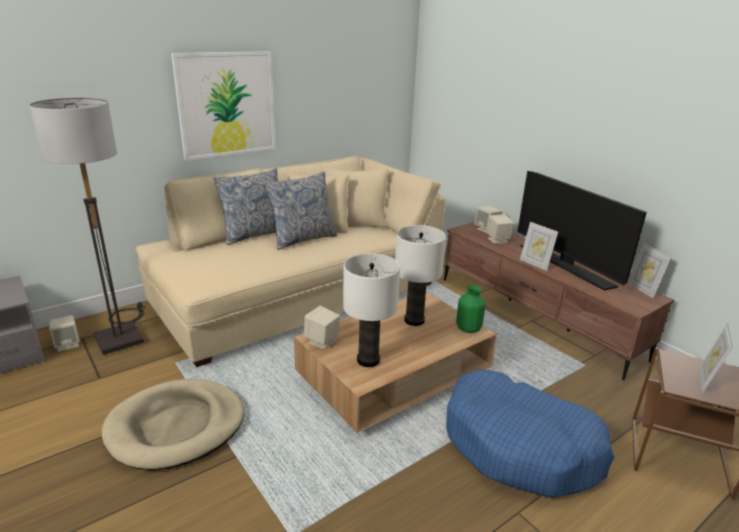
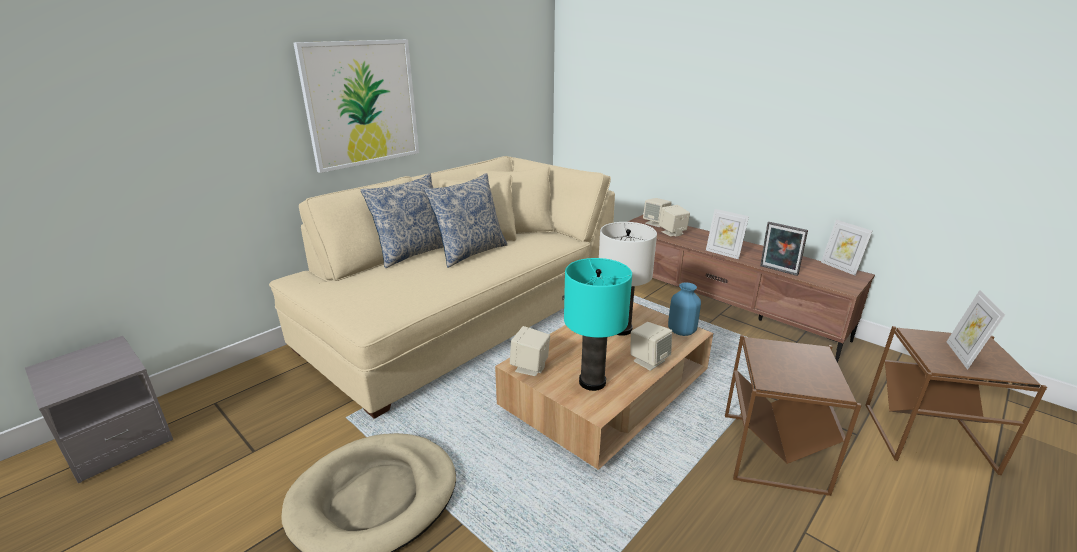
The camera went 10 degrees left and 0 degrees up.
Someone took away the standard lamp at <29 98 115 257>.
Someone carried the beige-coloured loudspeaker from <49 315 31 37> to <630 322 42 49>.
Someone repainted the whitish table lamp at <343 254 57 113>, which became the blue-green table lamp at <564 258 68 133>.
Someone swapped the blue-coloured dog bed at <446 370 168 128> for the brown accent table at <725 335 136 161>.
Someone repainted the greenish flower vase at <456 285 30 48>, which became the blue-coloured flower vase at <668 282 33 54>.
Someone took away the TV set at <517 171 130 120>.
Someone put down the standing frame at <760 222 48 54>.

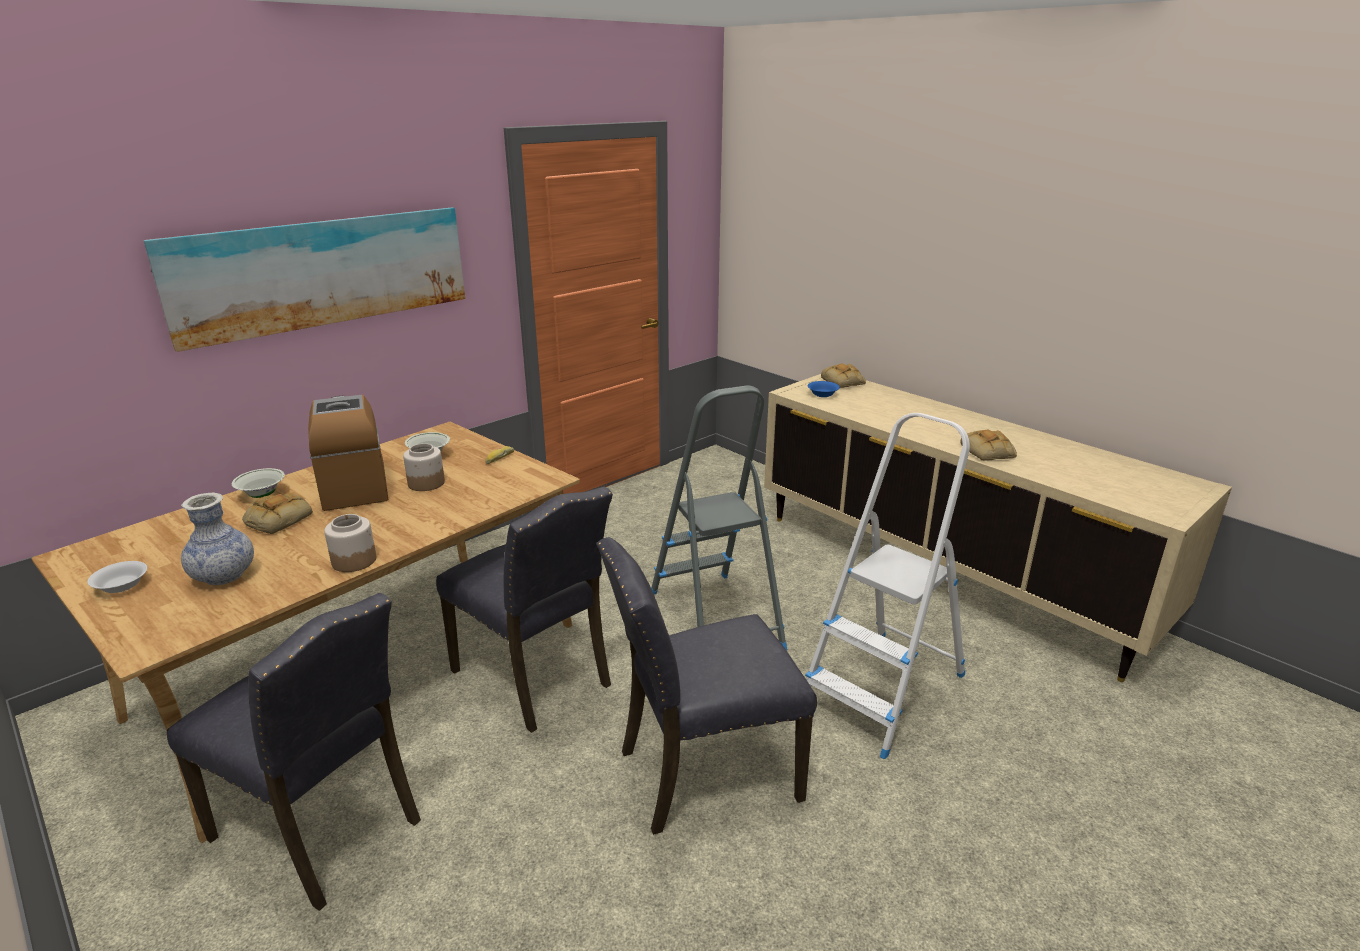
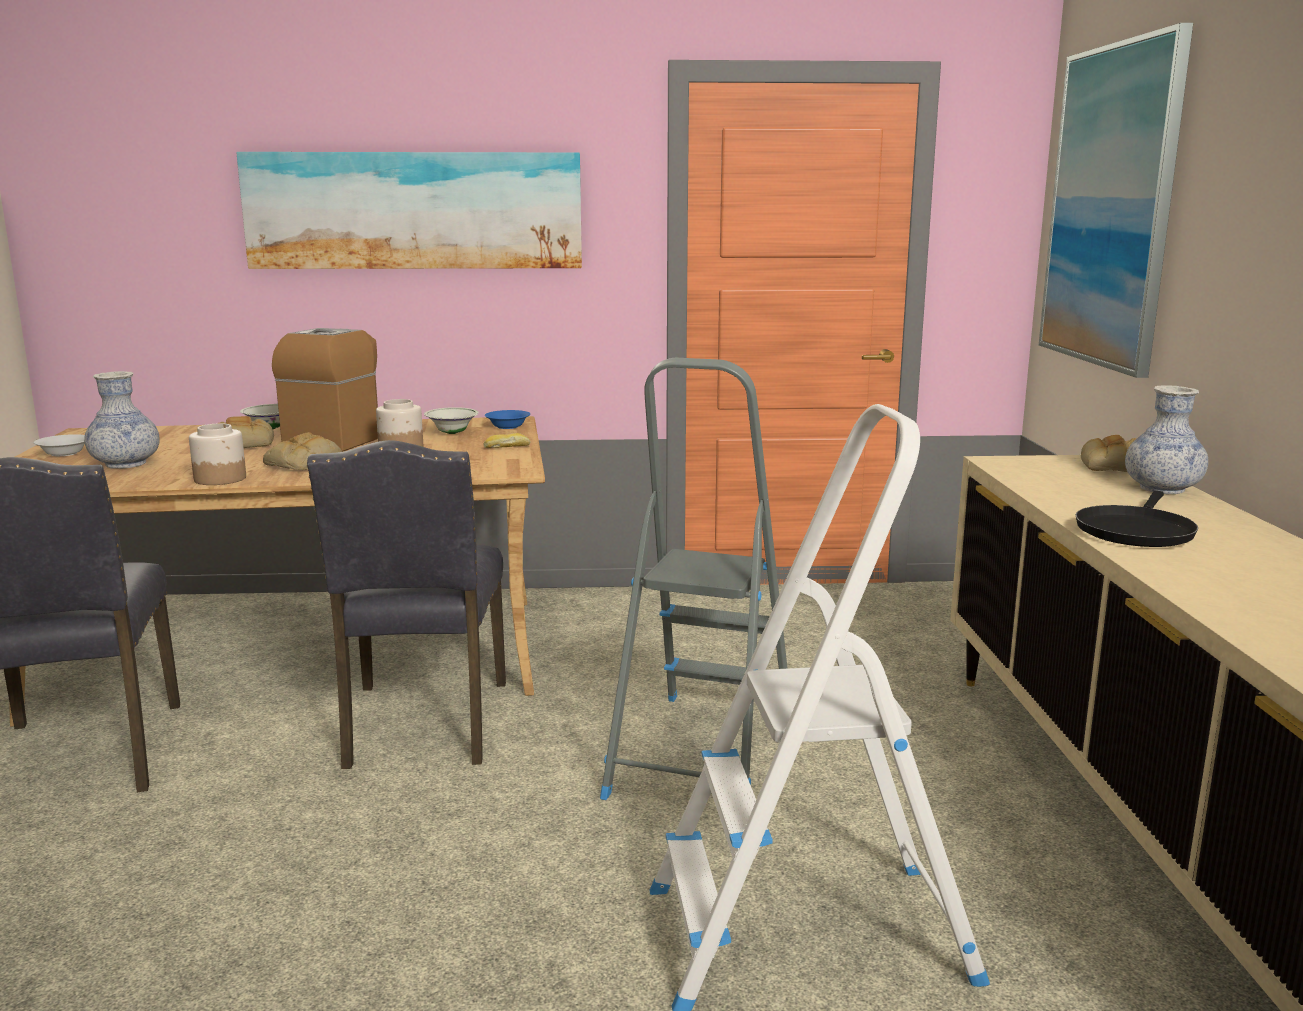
The camera went 40 degrees right and 10 degrees down.
Someone took away the greyish chair at <596 537 221 298>.
Someone carried the blue-coloured deep dish from <807 381 33 16> to <485 410 45 19>.
Someone carried the bread from <960 430 57 31> to <263 432 79 38>.
Someone put up the picture at <1039 23 154 355>.
Someone put down the blackish skillet at <1075 491 123 56>.
Someone put down the flower vase at <1125 385 83 109>.

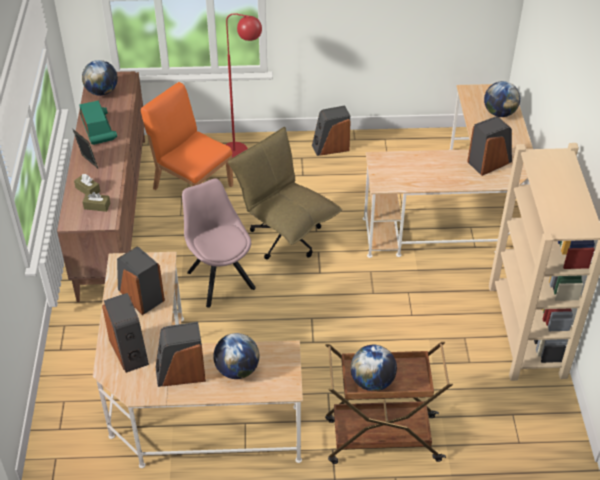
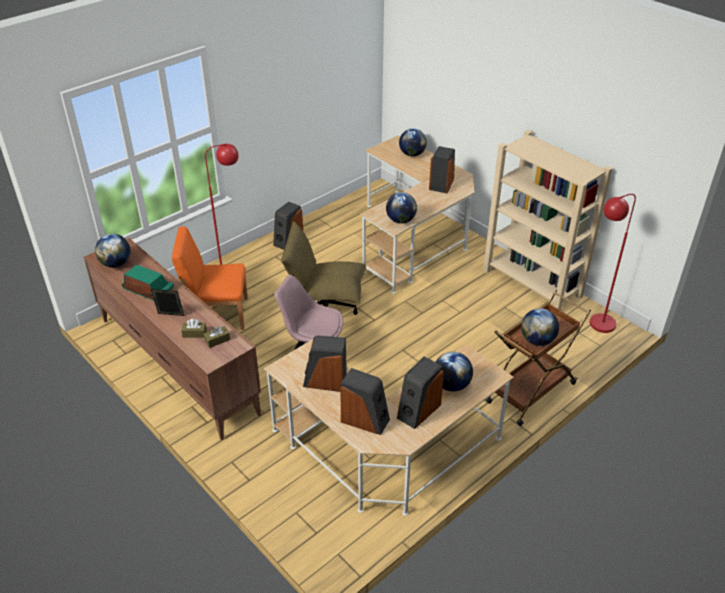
The camera went 40 degrees left and 5 degrees down.
Someone put down the world globe at <386 192 31 32>.
Someone put down the reddish standard lamp at <590 194 46 139>.

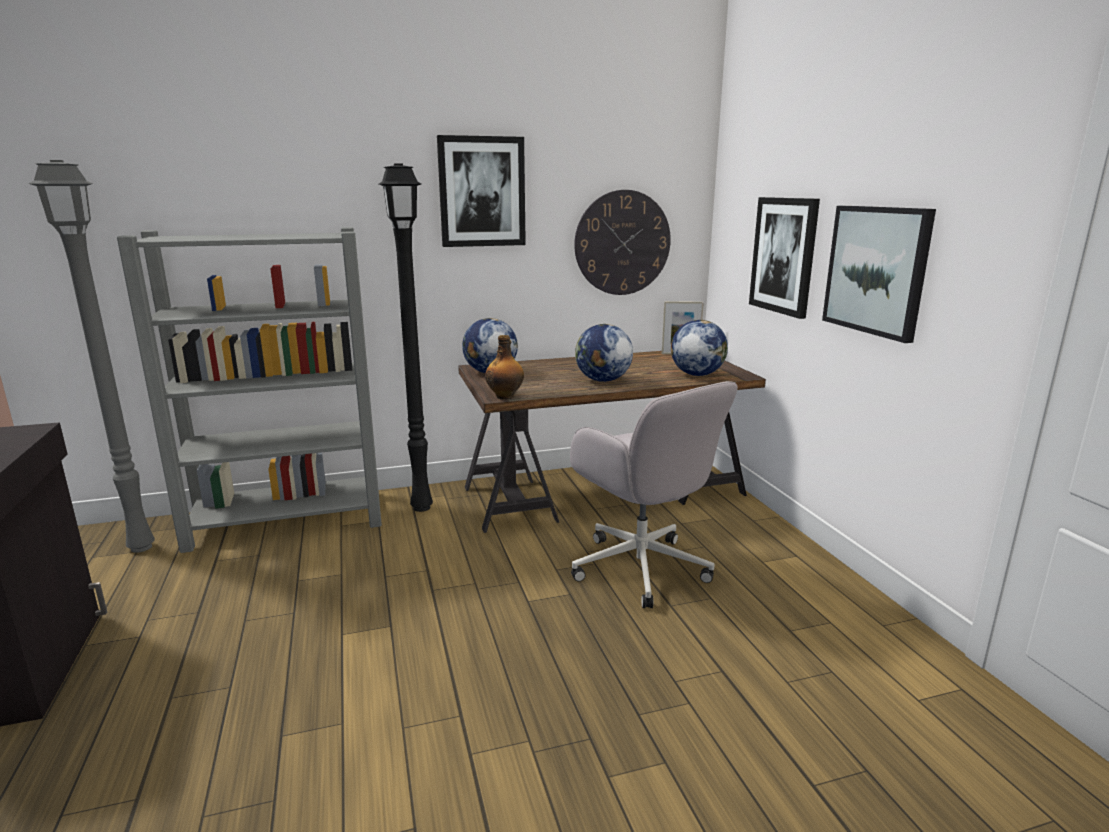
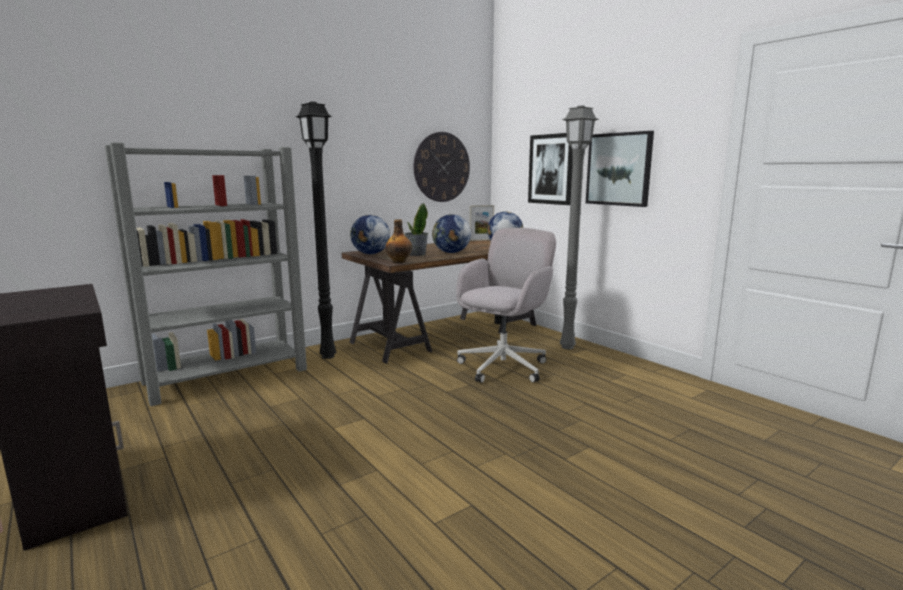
The camera went 20 degrees left and 5 degrees down.
Someone carried the greyish standard lamp from <28 160 127 393> to <560 105 39 244>.
Someone took away the picture at <437 135 89 112>.
Someone rotated the greyish computer chair at <570 381 168 227> by 90 degrees counterclockwise.
Someone put down the potted plant at <405 203 23 53>.

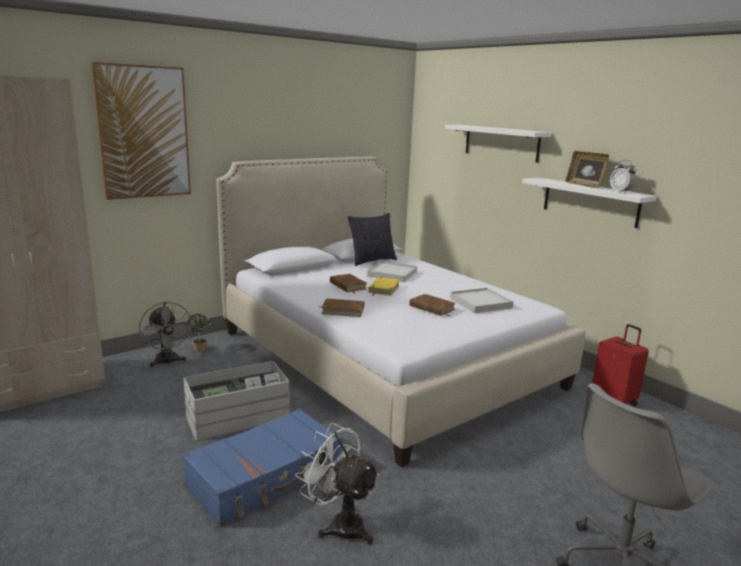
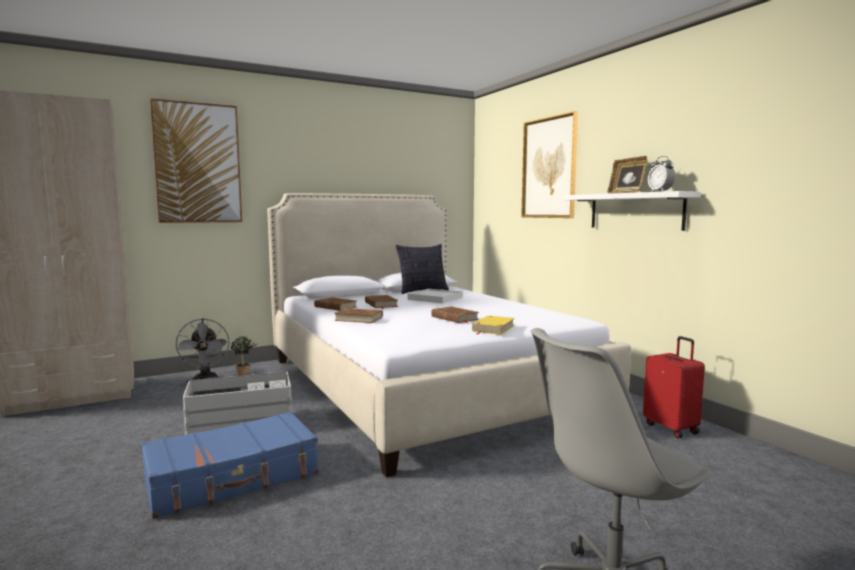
The camera went 10 degrees right and 10 degrees down.
Someone took away the whitish fan at <295 423 85 122>.
Someone carried the yellow-coloured bound book from <368 277 32 19> to <472 316 43 19>.
Someone swapped the whitish shelf at <445 125 107 38> for the picture at <521 111 57 107>.
Someone took away the whitish carrying tray at <450 288 64 25>.
Someone put down the brown bound book at <314 297 43 14>.

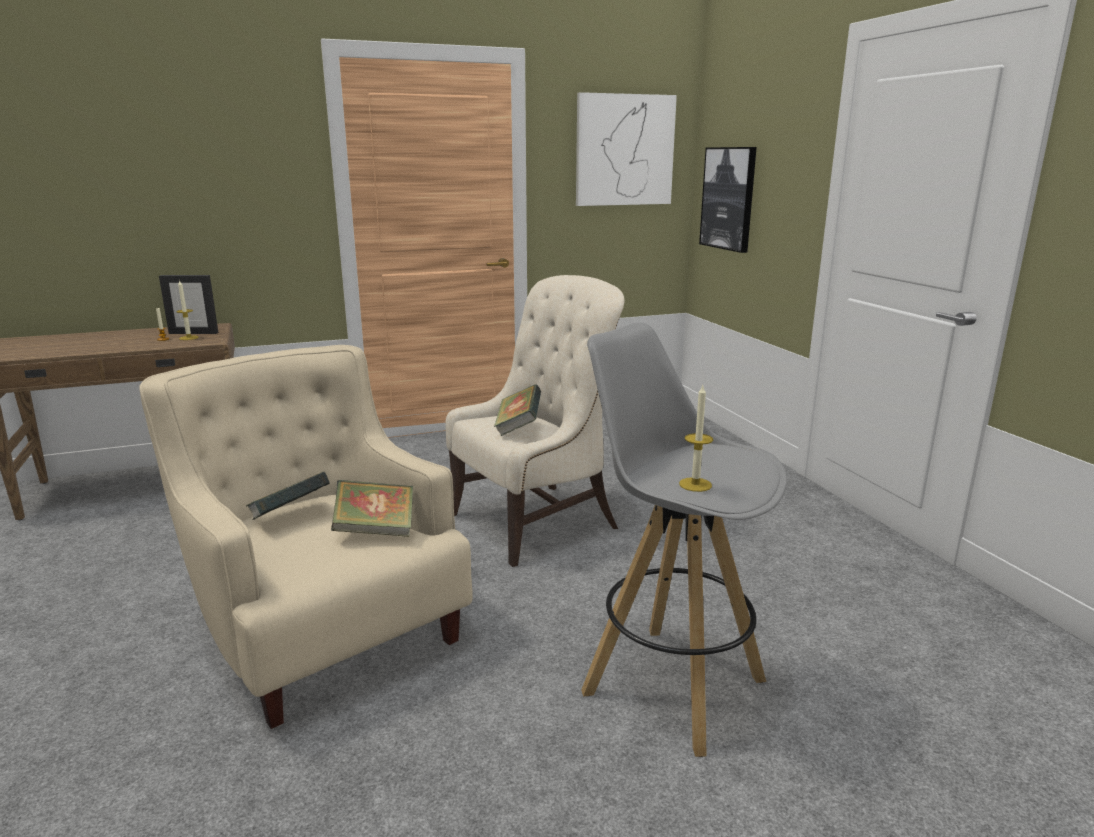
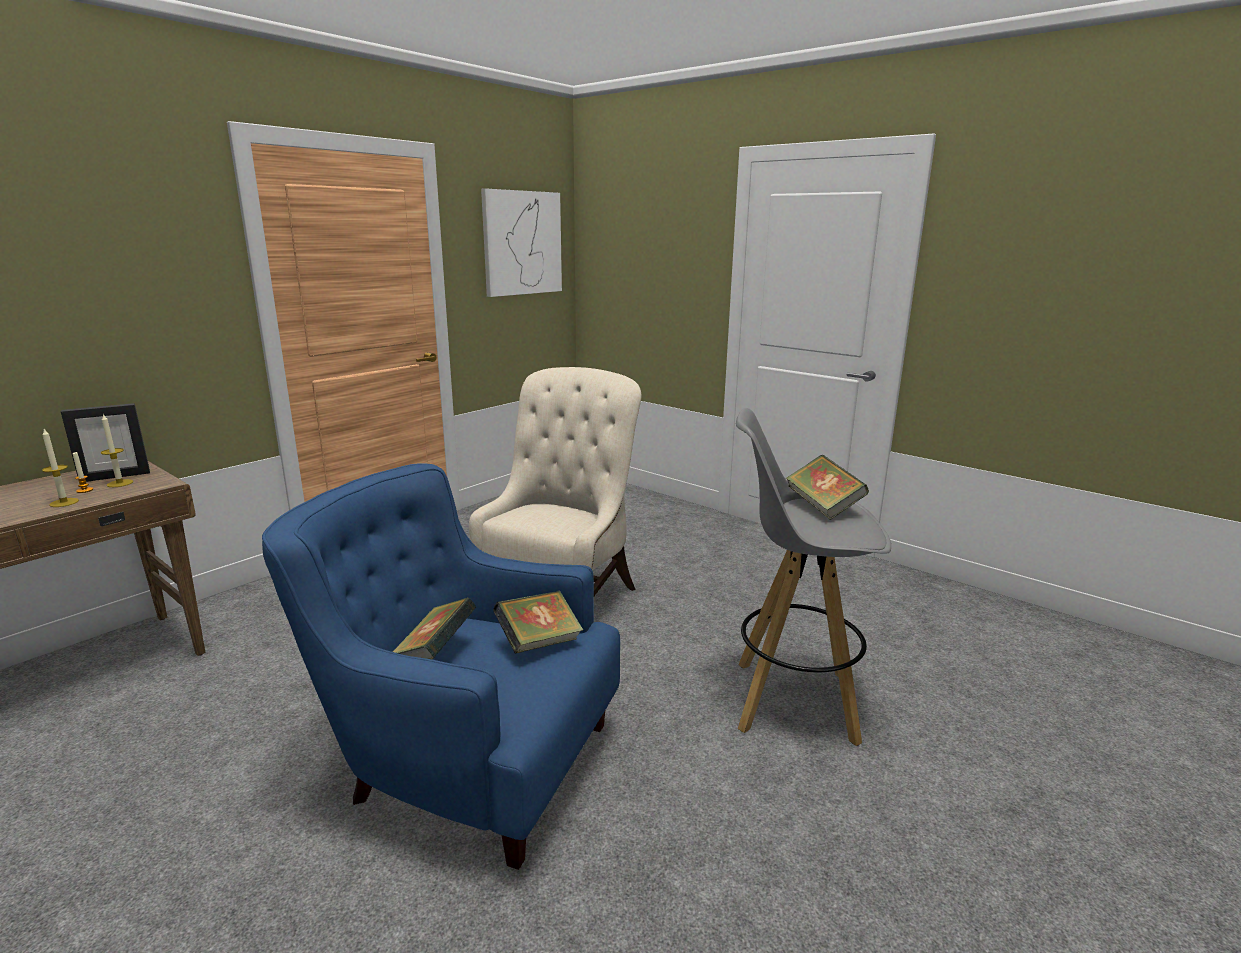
The camera went 30 degrees left and 0 degrees up.
Someone repainted the beige-coloured lounge chair at <139 345 334 384>, which became the blue-coloured lounge chair at <262 463 358 407>.
Someone carried the bound book from <494 384 47 52> to <786 455 83 65>.
Someone carried the candle from <679 386 34 106> to <42 429 37 78>.
Someone took away the picture at <699 147 58 106>.

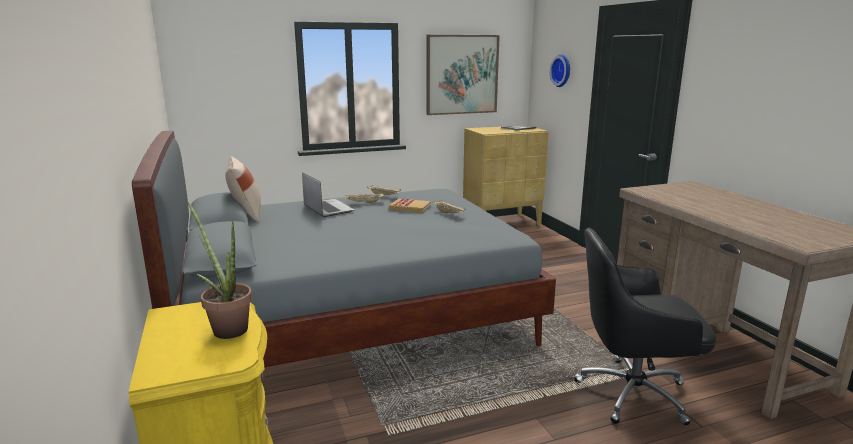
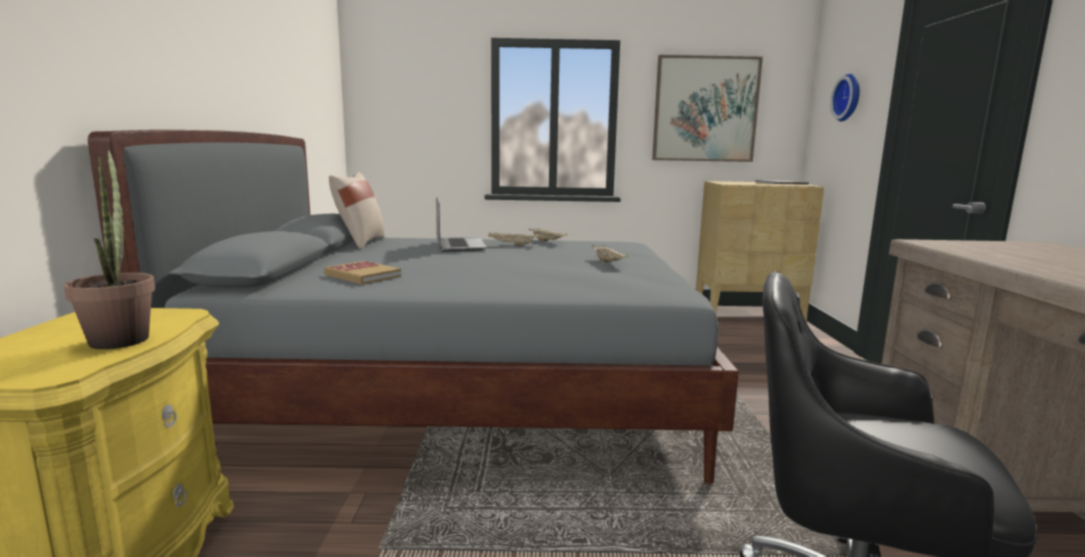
The camera went 20 degrees right and 5 degrees down.
Someone carried the bound book from <389 199 42 14> to <324 261 77 24>.

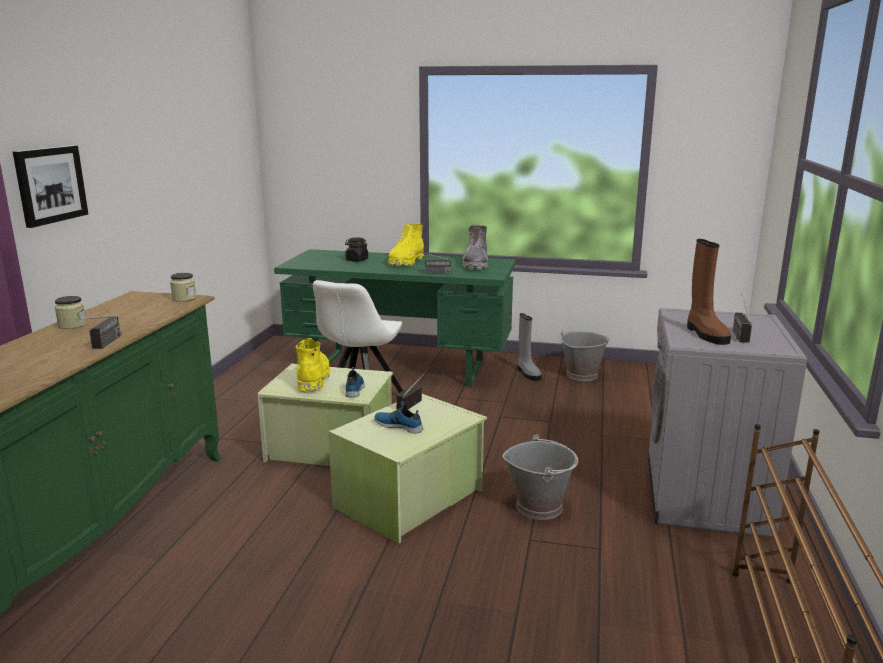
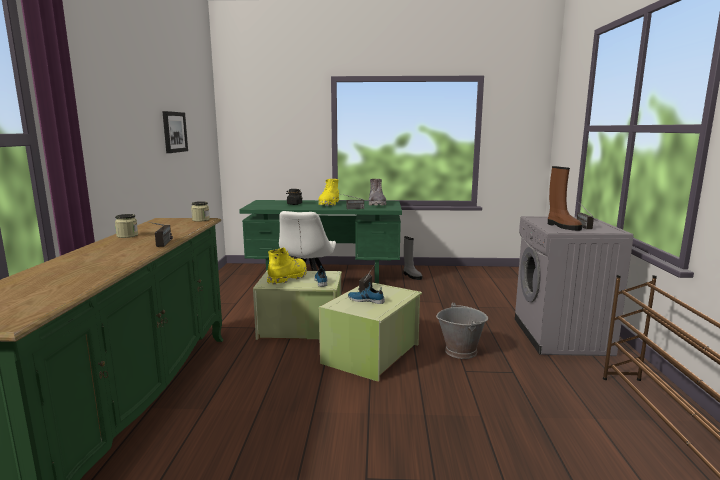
The camera went 10 degrees left and 5 degrees down.
Someone carried the picture from <13 145 75 83> to <162 111 26 42>.
Someone rotated the yellow-coloured boot at <295 338 35 54> by 45 degrees clockwise.
Someone took away the greyish pail at <560 331 51 50>.

